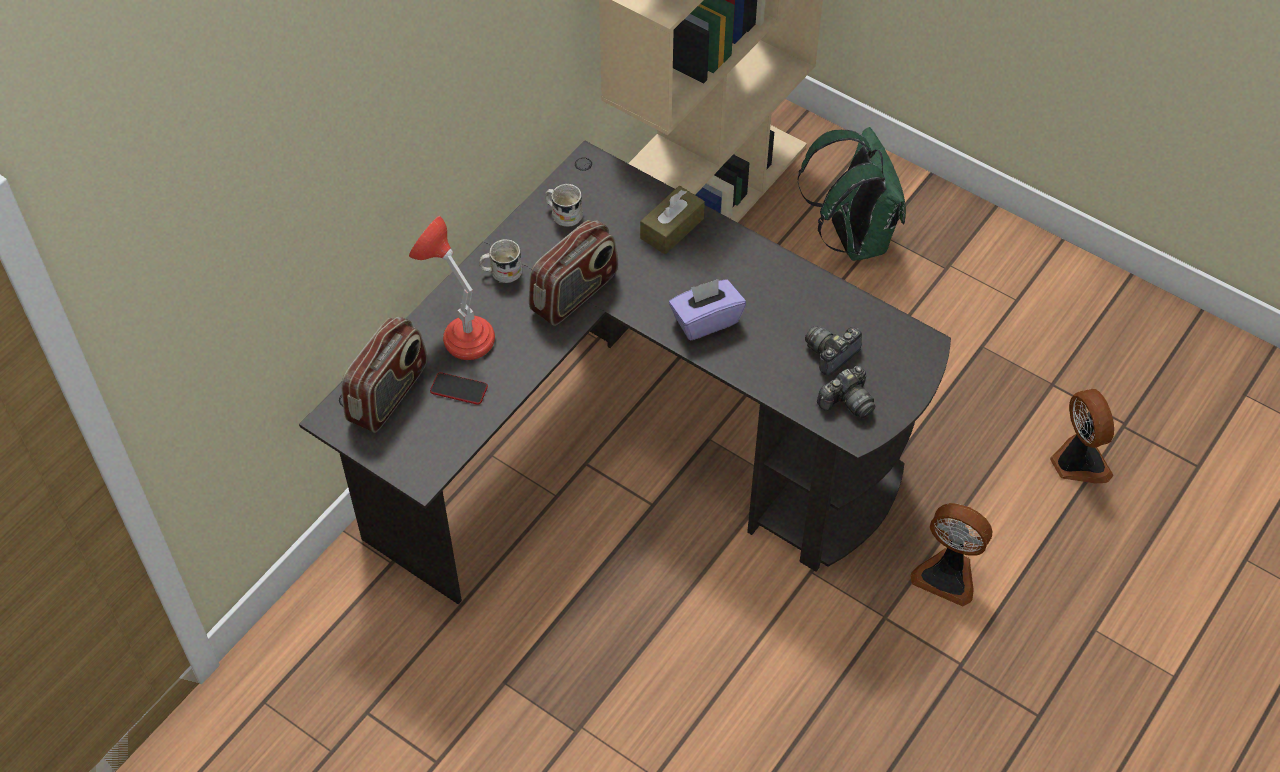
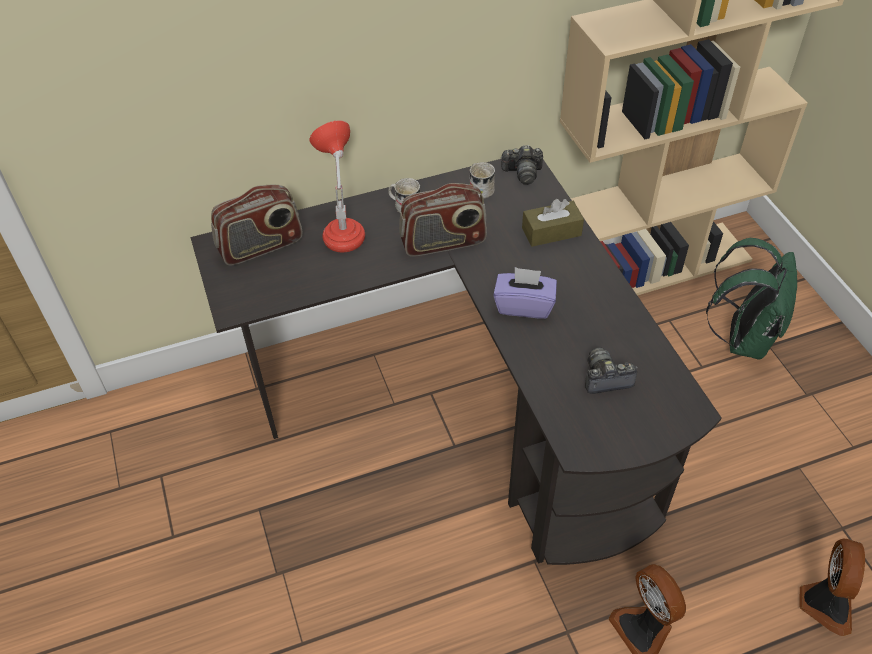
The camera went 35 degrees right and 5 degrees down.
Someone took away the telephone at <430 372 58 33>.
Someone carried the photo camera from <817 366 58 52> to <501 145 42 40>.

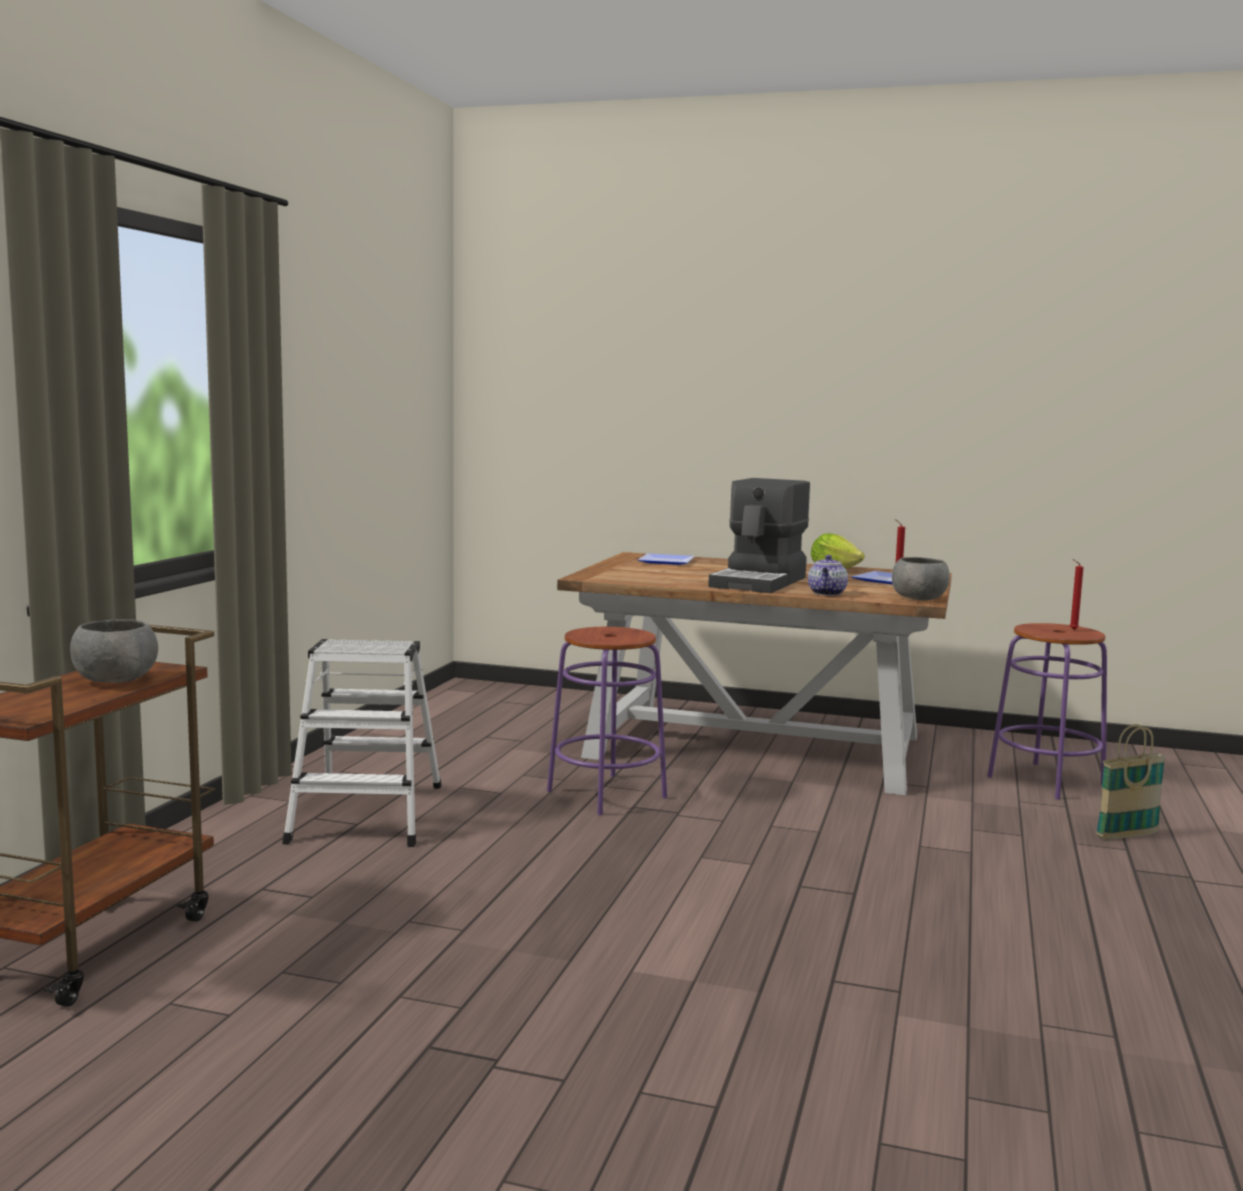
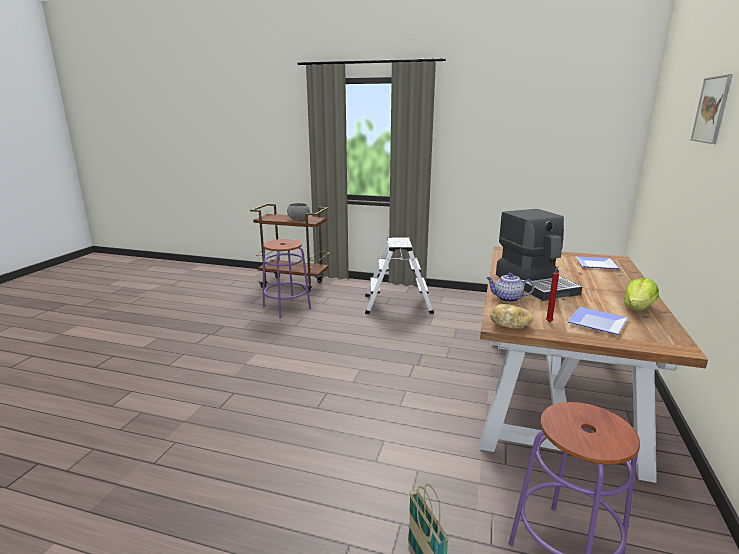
The camera went 90 degrees right and 10 degrees up.
Someone carried the purplish sitting stool from <547 627 120 189> to <263 239 48 79>.
Someone rotated the coffee maker at <708 478 102 115> by 135 degrees counterclockwise.
Someone swapped the greyish deep dish at <892 557 58 43> for the bread at <491 304 42 25>.
Someone took away the reddish candle at <1070 559 14 71>.
Someone put up the picture at <691 74 42 70>.

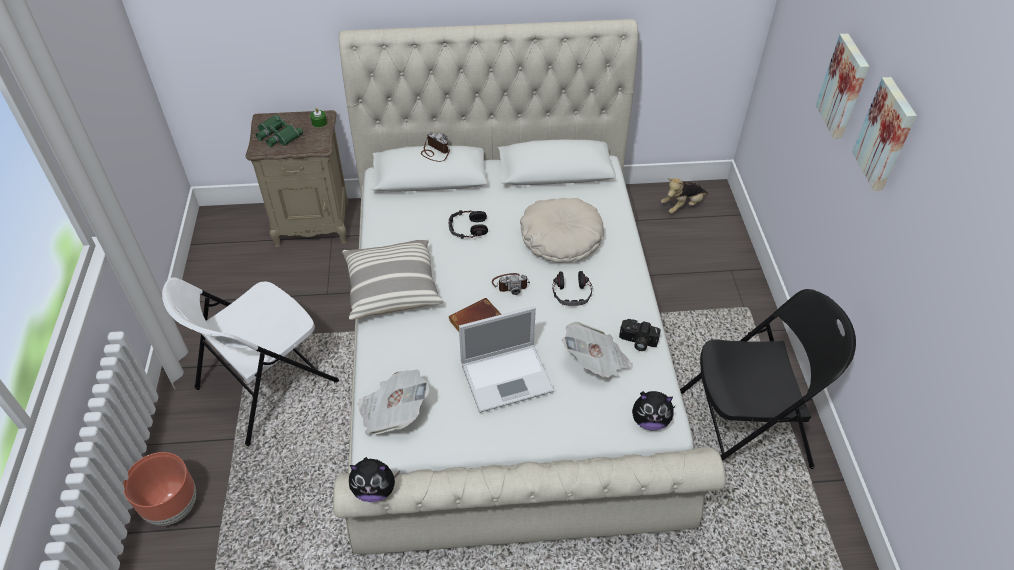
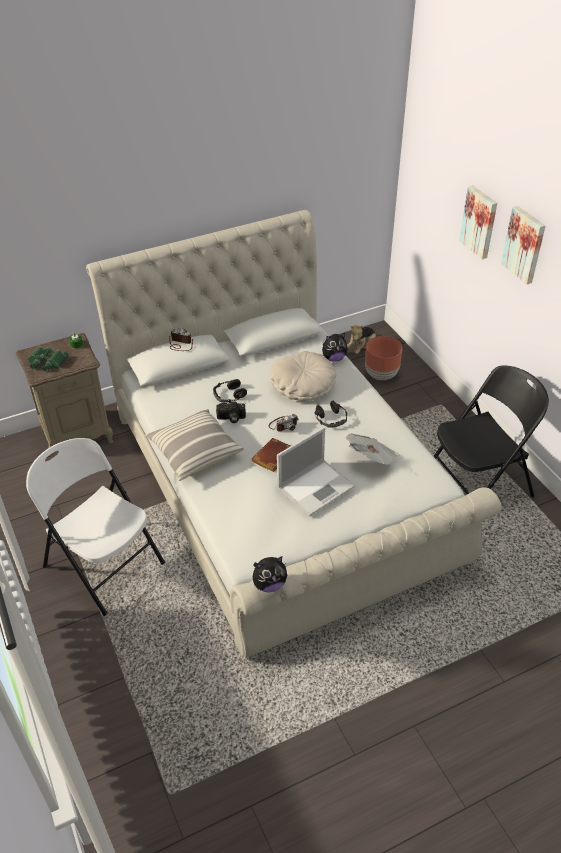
The camera went 20 degrees left and 5 degrees down.
Someone carried the brown plant pot from <123 452 73 74> to <365 336 38 44>.
Someone rotated the whitish chair at <162 277 177 169> by 105 degrees clockwise.
Someone took away the newspaper at <358 369 71 66>.
Someone carried the photo camera from <619 319 42 32> to <216 401 30 22>.
Someone carried the plush toy from <632 391 44 39> to <322 333 26 29>.

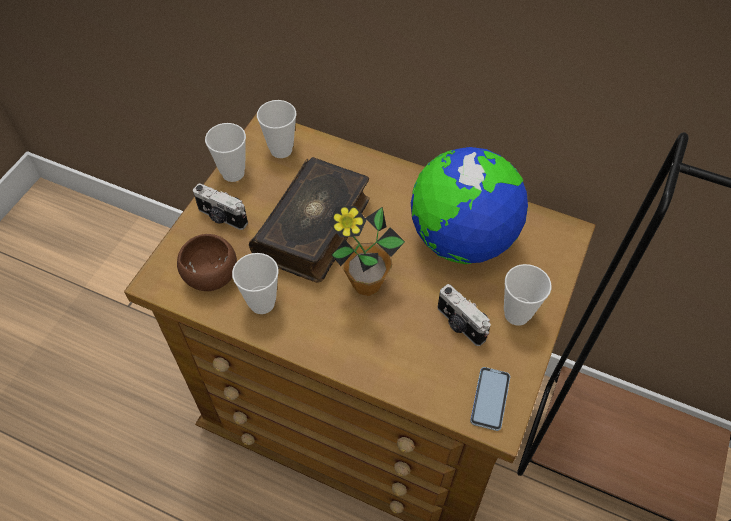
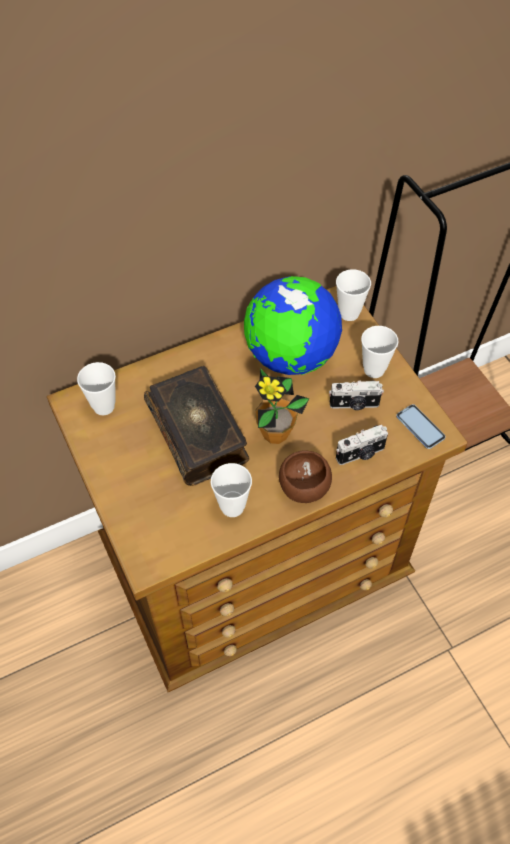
The camera went 50 degrees left and 0 degrees up.
Someone carried the brown deep dish from <177 234 60 57> to <279 450 53 53>.
Someone carried the photo camera from <193 183 55 47> to <336 425 53 40>.
Someone carried the small cup from <205 123 41 59> to <336 269 35 52>.

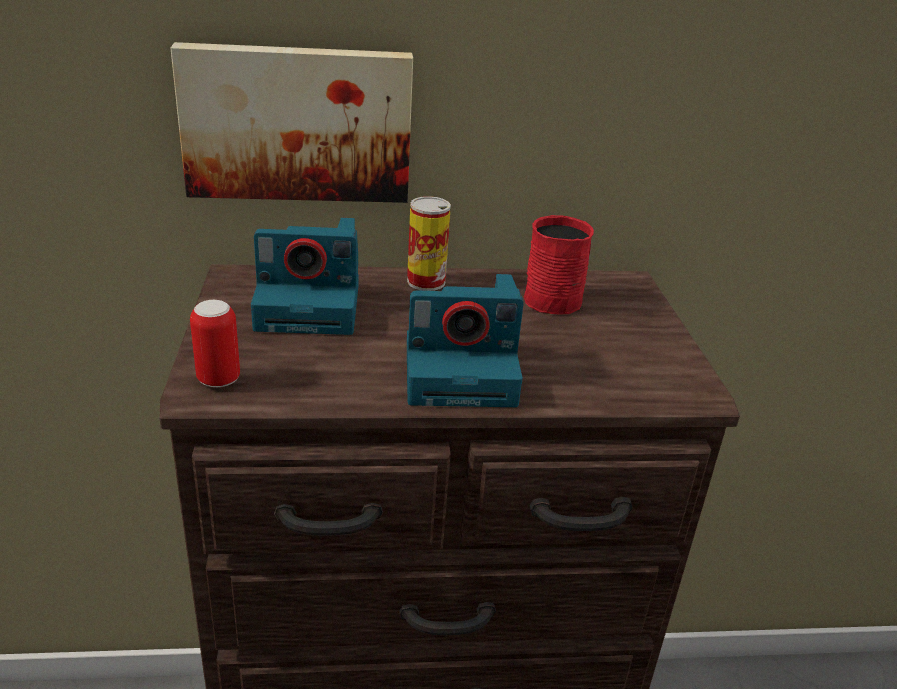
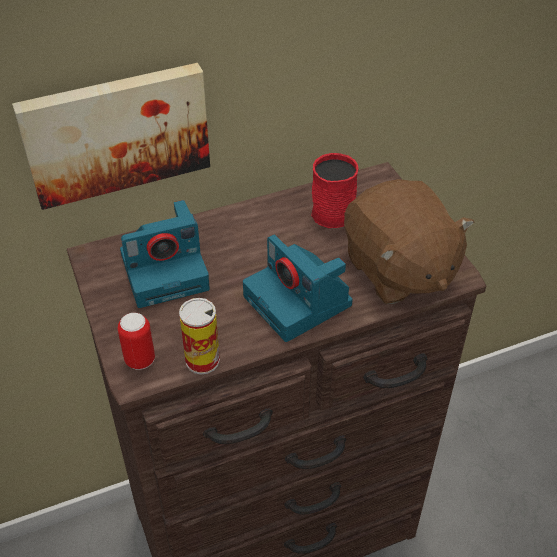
The camera went 15 degrees left and 15 degrees up.
Someone carried the metal can from <407 196 44 95> to <179 298 41 76>.
Someone rotated the photo camera at <407 274 117 133> by 75 degrees clockwise.
Someone put down the brown plush toy at <344 179 130 125>.

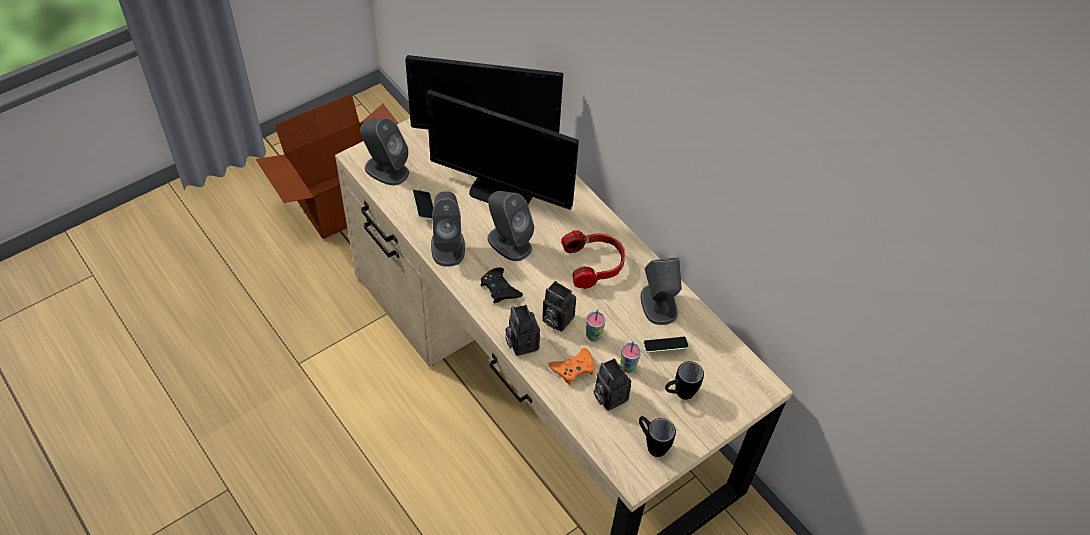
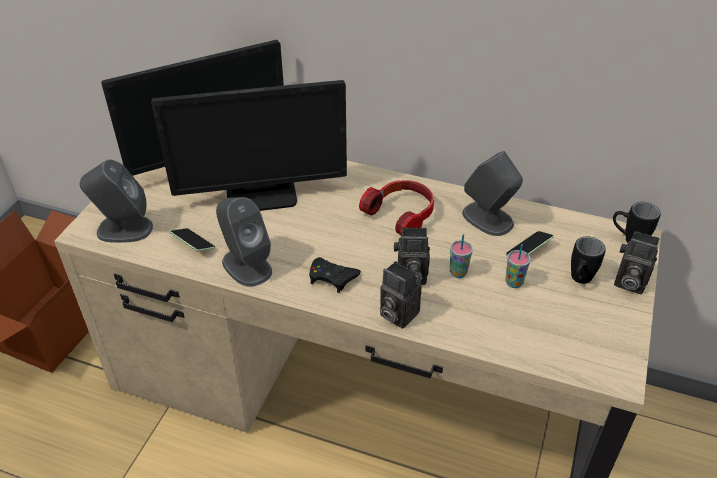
The camera went 30 degrees left and 10 degrees down.
Someone took away the greyish loudspeaker at <487 191 48 70>.
Someone took away the orange gamepad at <548 348 47 37>.
Someone carried the photo camera from <594 358 37 53> to <614 231 46 63>.
Someone carried the blackish mug from <639 416 37 41> to <613 202 48 41>.

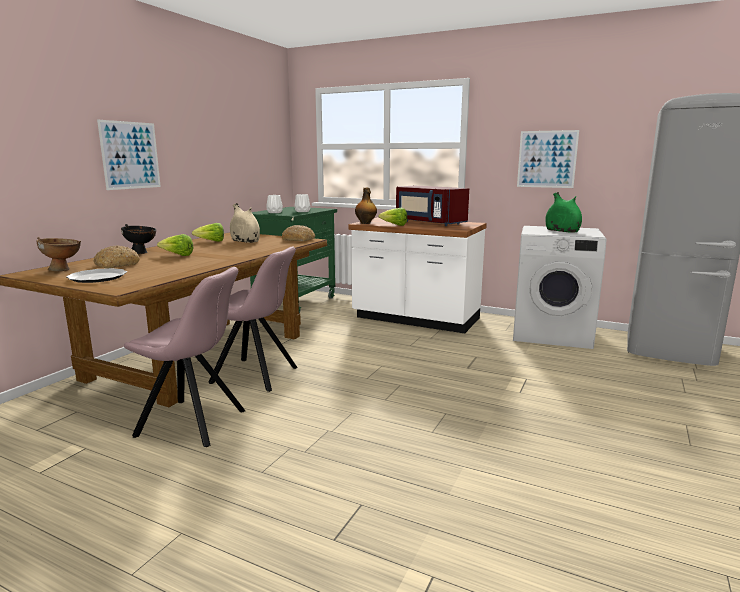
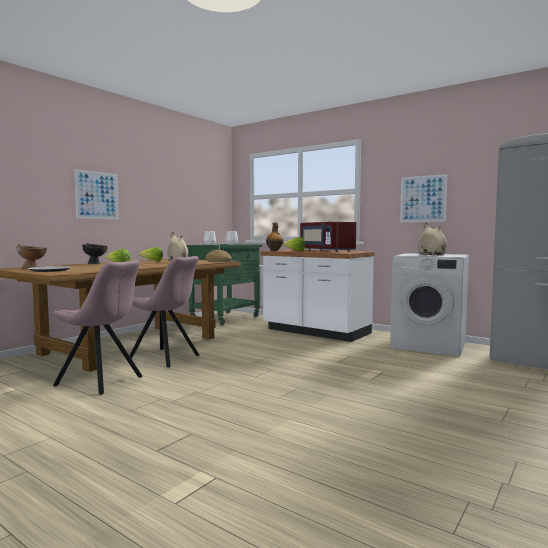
The camera went 10 degrees right and 10 degrees down.
Someone took away the bread at <93 246 47 22>.
Someone repainted the greenish flower vase at <546 192 36 41>, which became the beige-coloured flower vase at <418 223 29 32>.

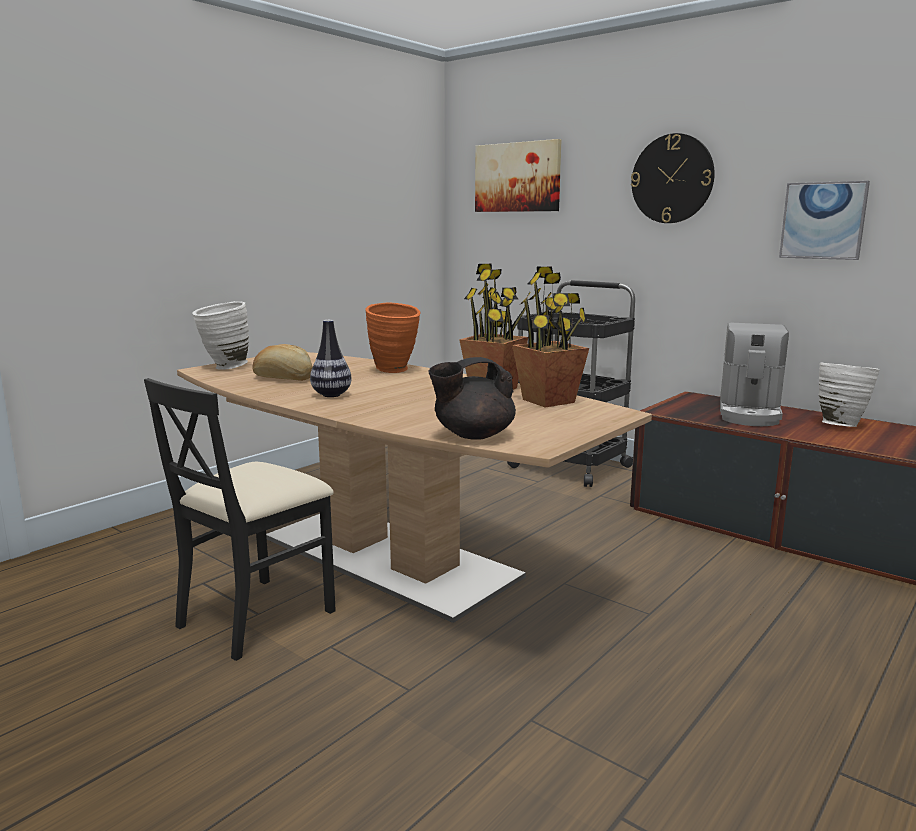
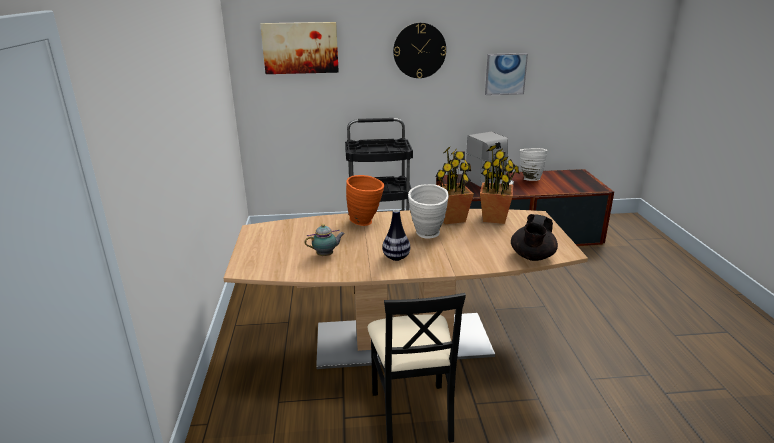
The camera went 45 degrees left and 10 degrees up.
Someone carried the whitish flower vase from <192 301 57 69> to <408 184 41 55>.
Someone swapped the bread at <252 344 61 37> for the tea pot at <304 224 41 32>.

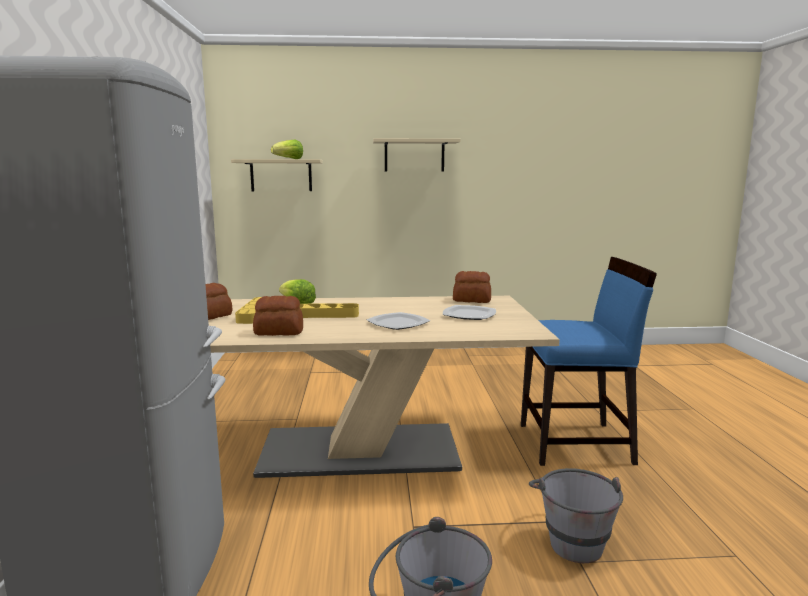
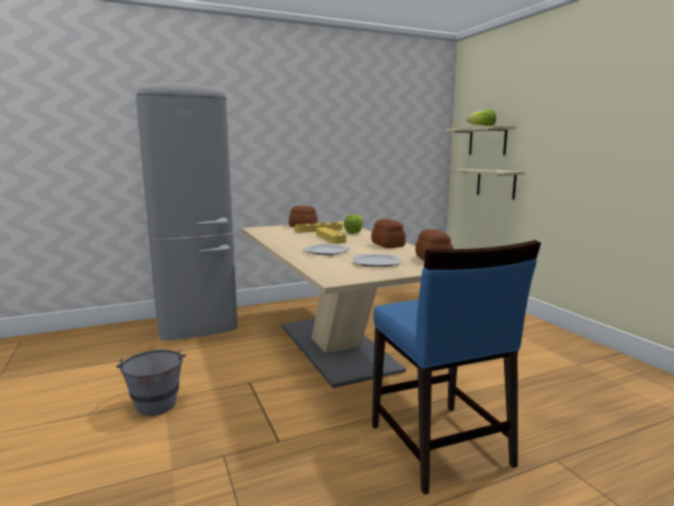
The camera went 70 degrees right and 0 degrees up.
Someone carried the bread from <253 296 50 40> to <371 219 35 29>.
Someone carried the beige-coloured shelf from <373 138 88 34> to <452 169 73 31>.
Someone took away the greyish pail at <529 468 94 95>.

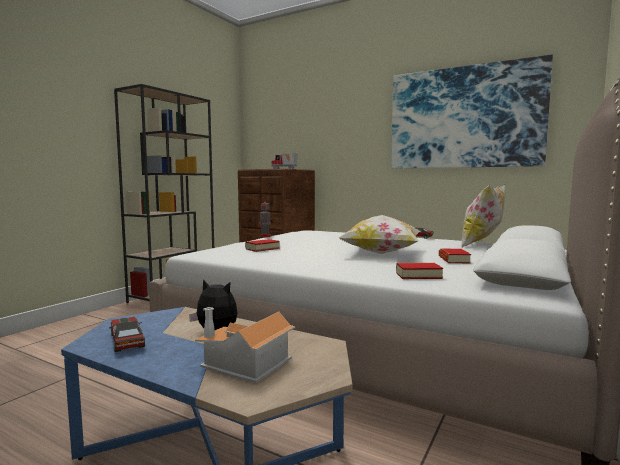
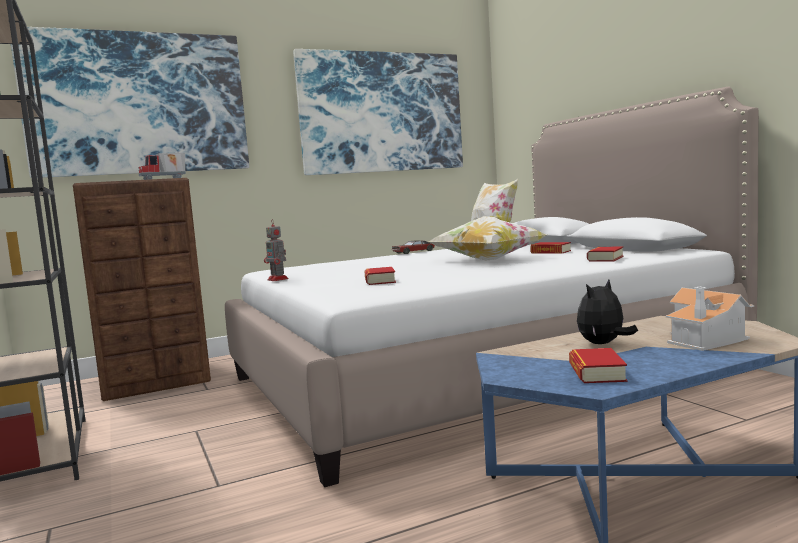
The camera went 55 degrees left and 0 degrees up.
Someone swapped the toy car at <109 317 36 35> for the bound book at <569 348 58 35>.
Someone put up the picture at <11 27 238 151>.

